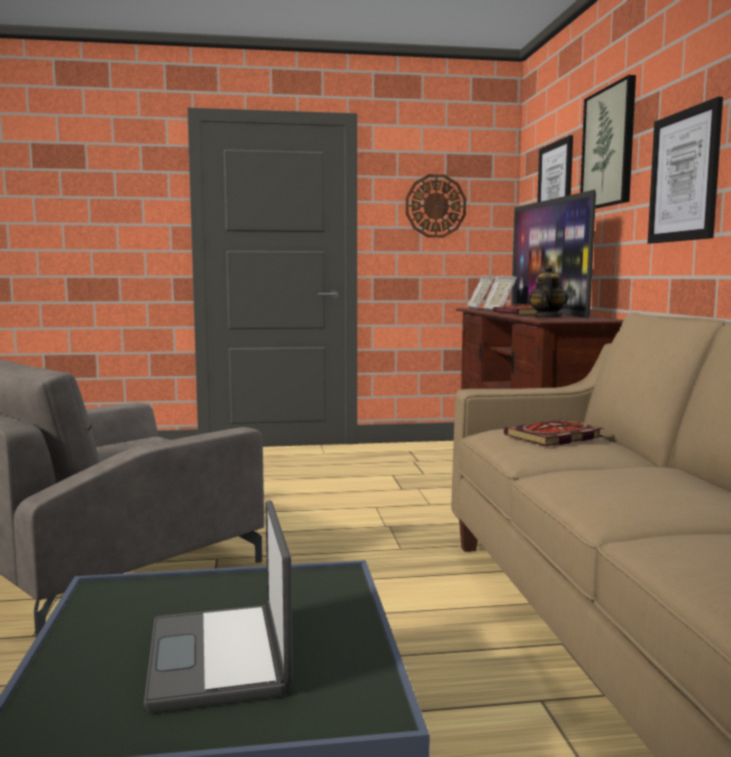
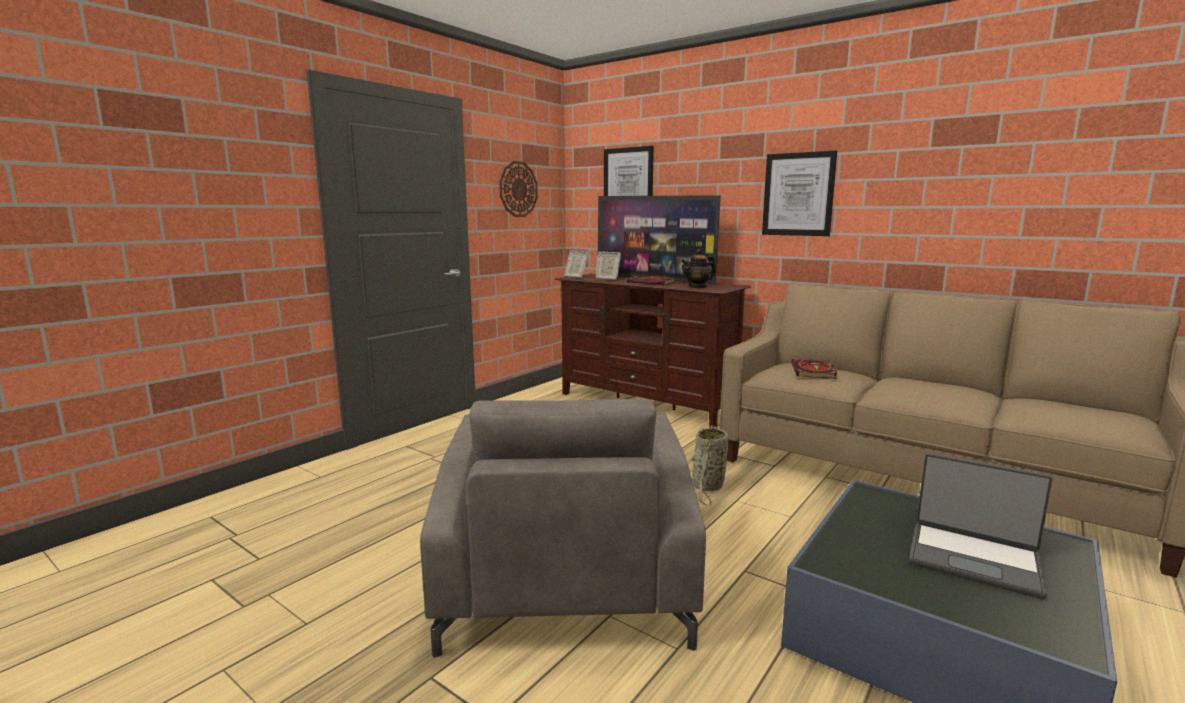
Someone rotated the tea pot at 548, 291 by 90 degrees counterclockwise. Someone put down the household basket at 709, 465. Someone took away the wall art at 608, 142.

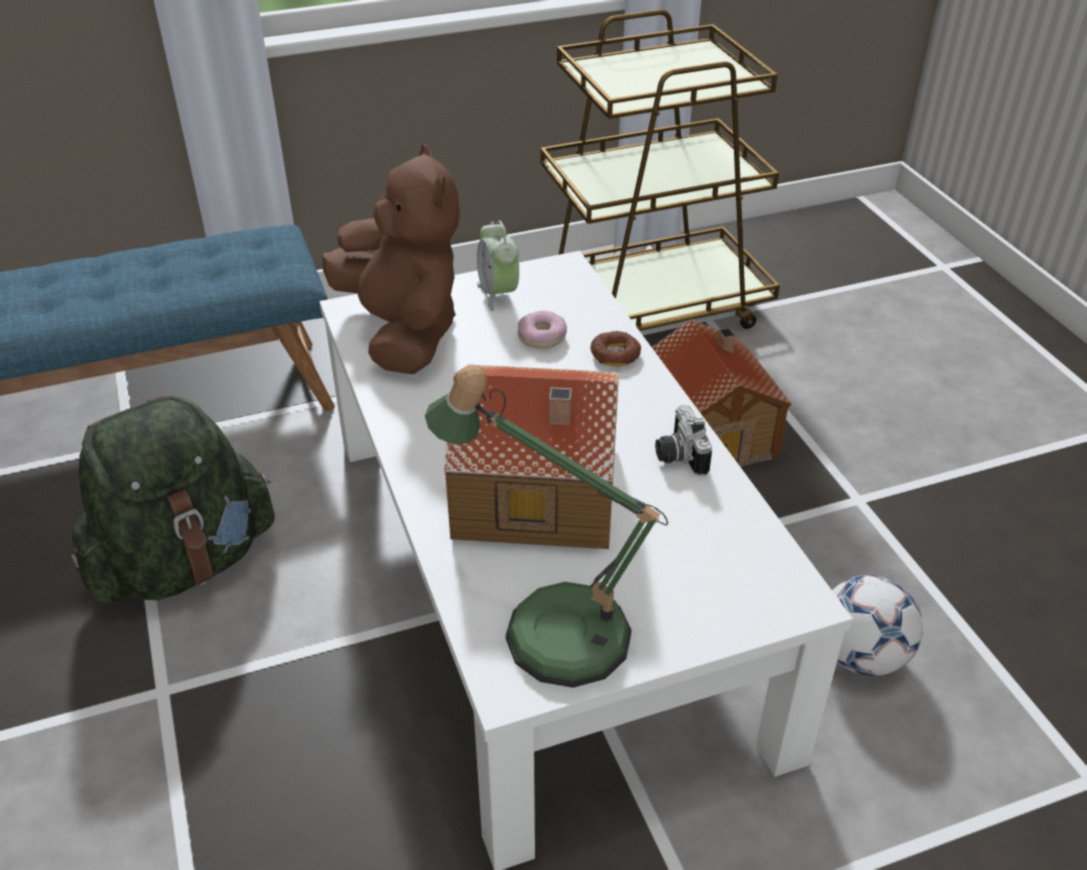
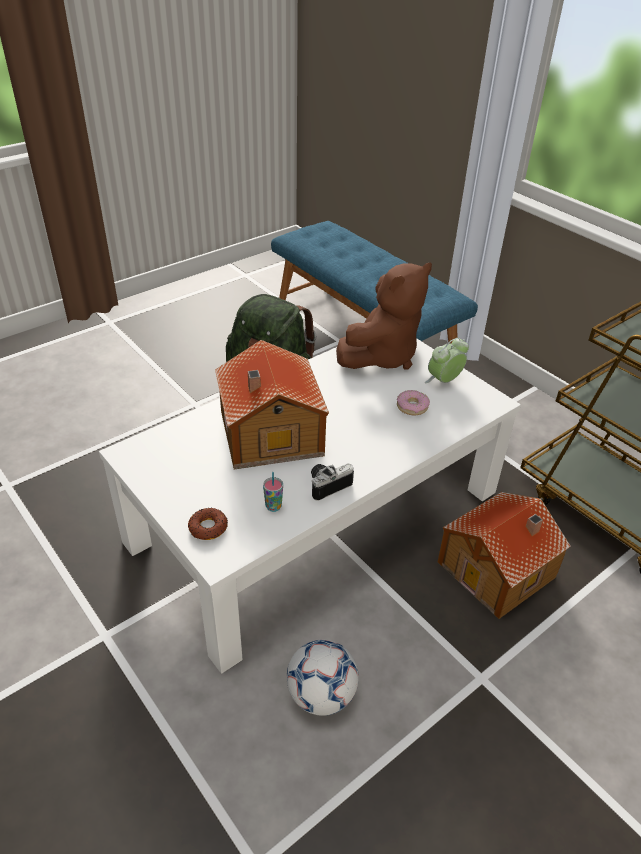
Someone carried the donut from 615, 348 to 208, 524. Someone put down the cup at 273, 492. Someone took away the lamp for a table at 546, 527.

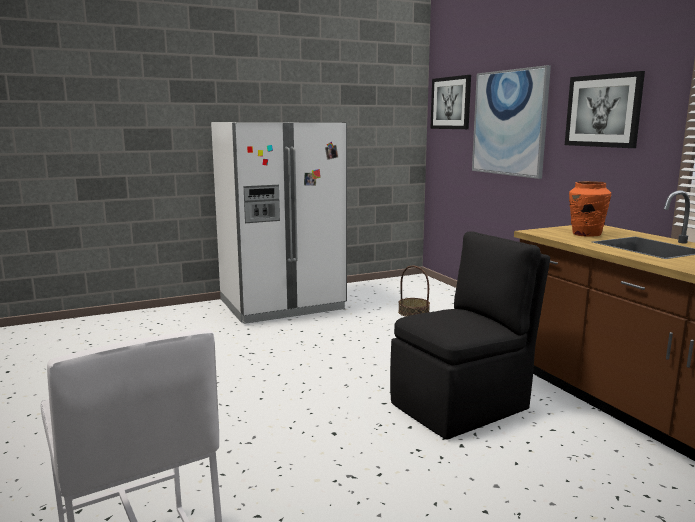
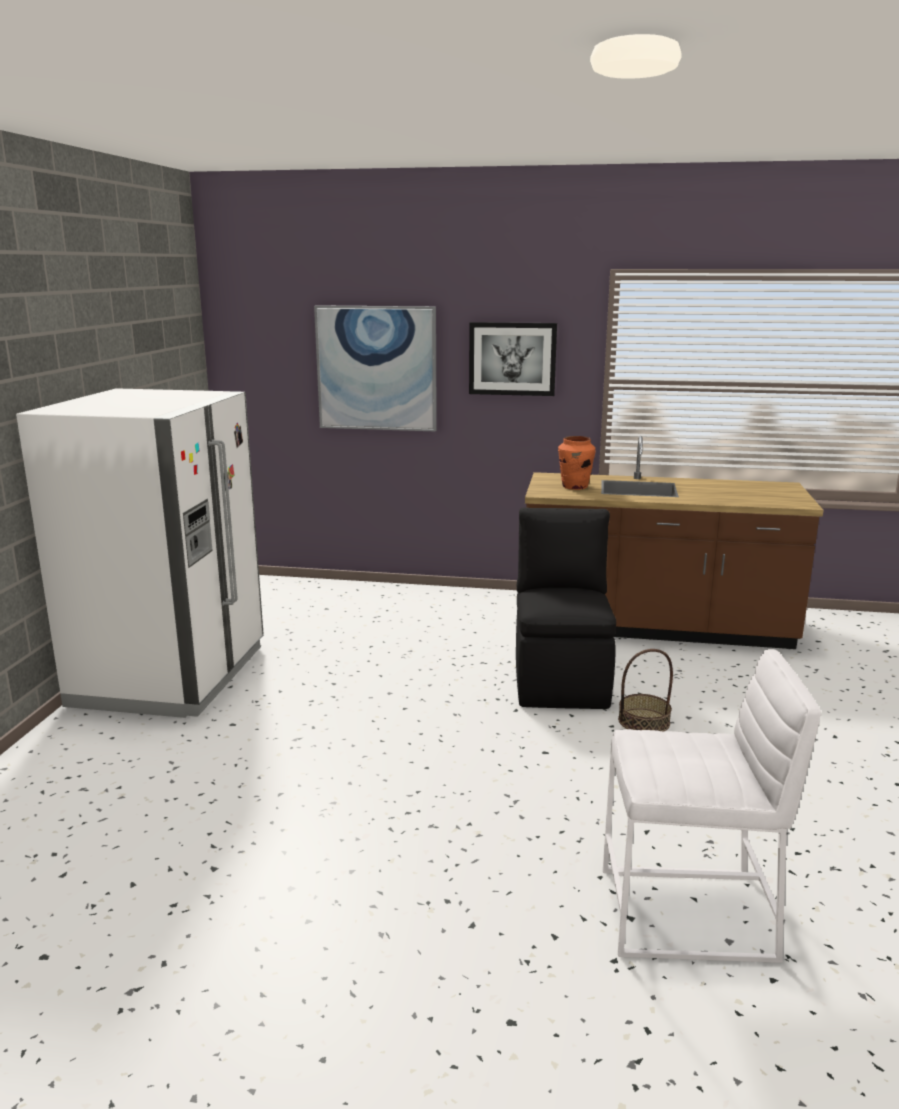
Someone carried the household basket from 414, 291 to 645, 690. Someone took away the wall art at 450, 102.

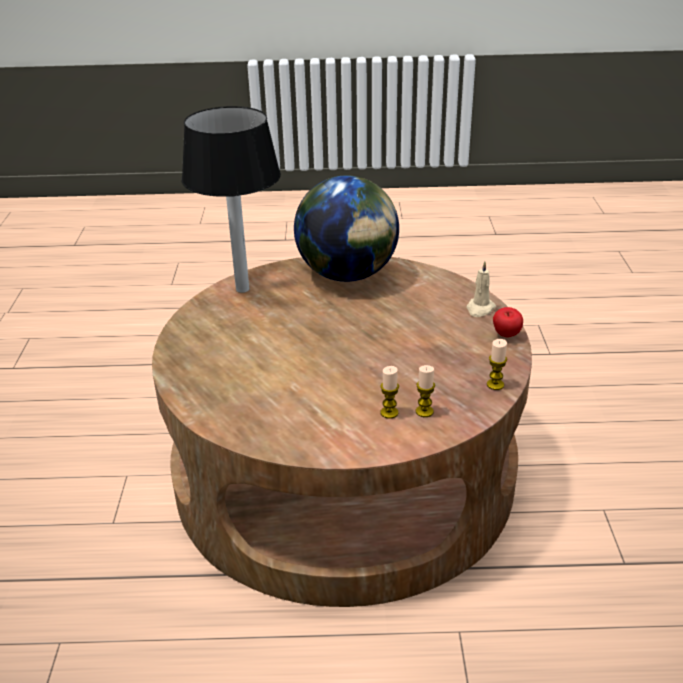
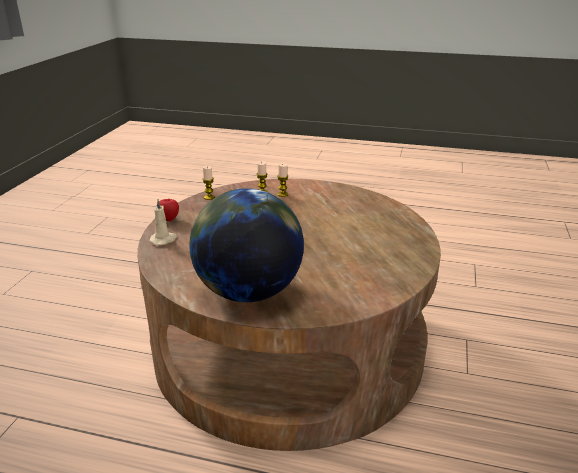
Someone took away the lamp for a table at 231, 199.

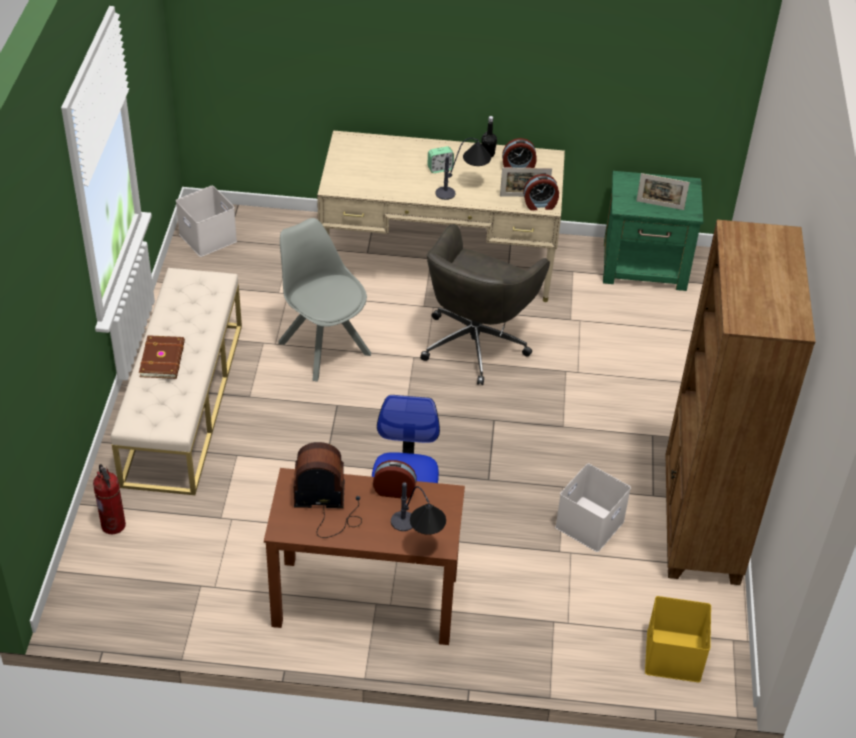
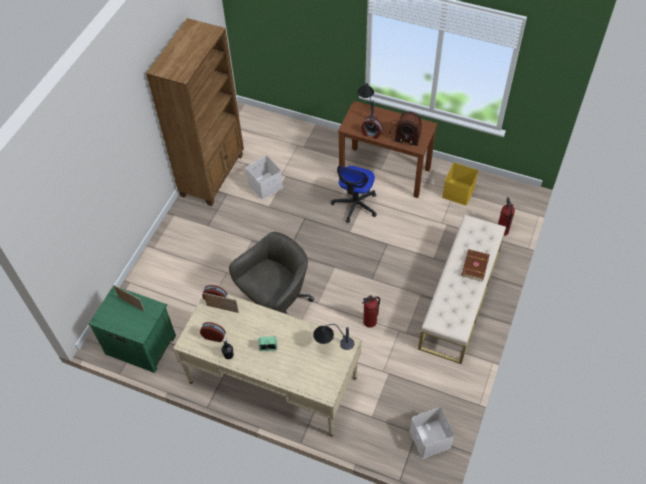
Someone carried the lamp for a table from 463, 169 to 333, 337. Someone swapped the gray chair at 324, 300 for the fire extinguisher at 371, 311. Someone carried the yellow storage bin from 678, 639 to 460, 184.

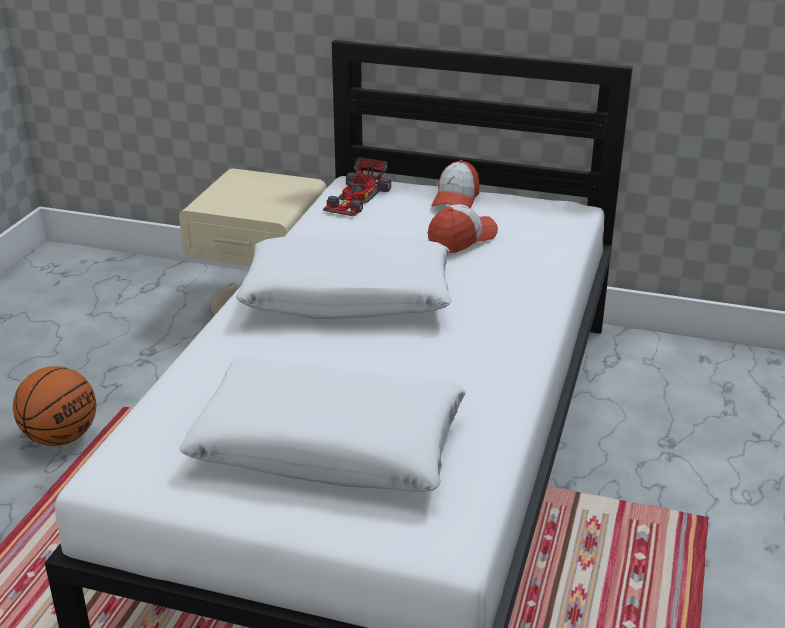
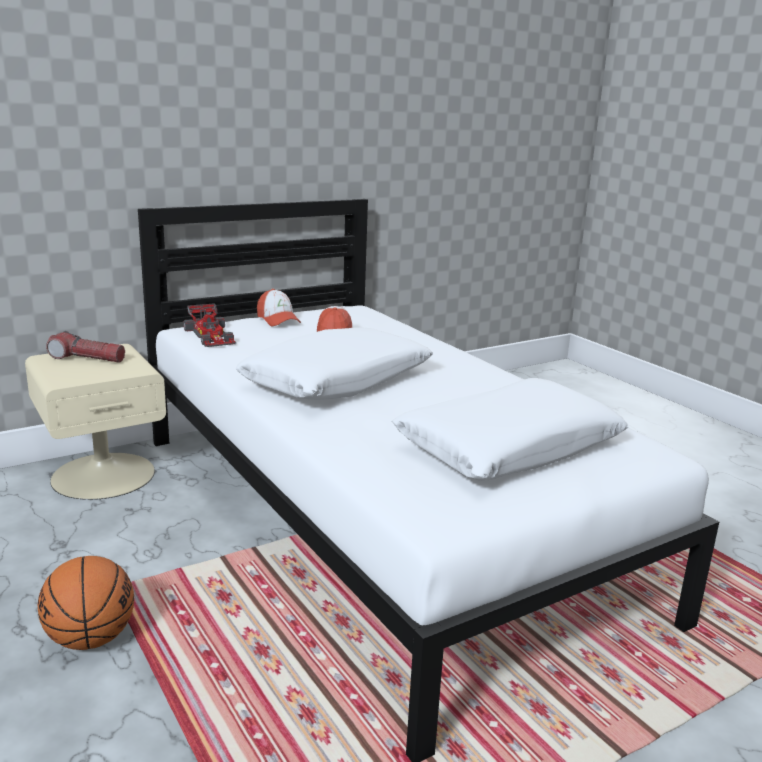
Someone put down the hand torch at 85, 347.

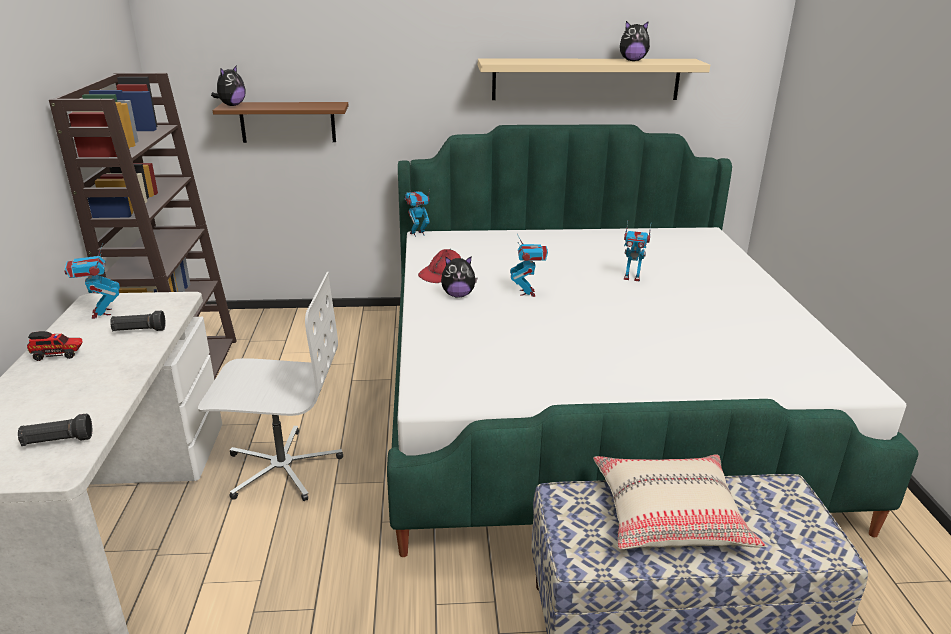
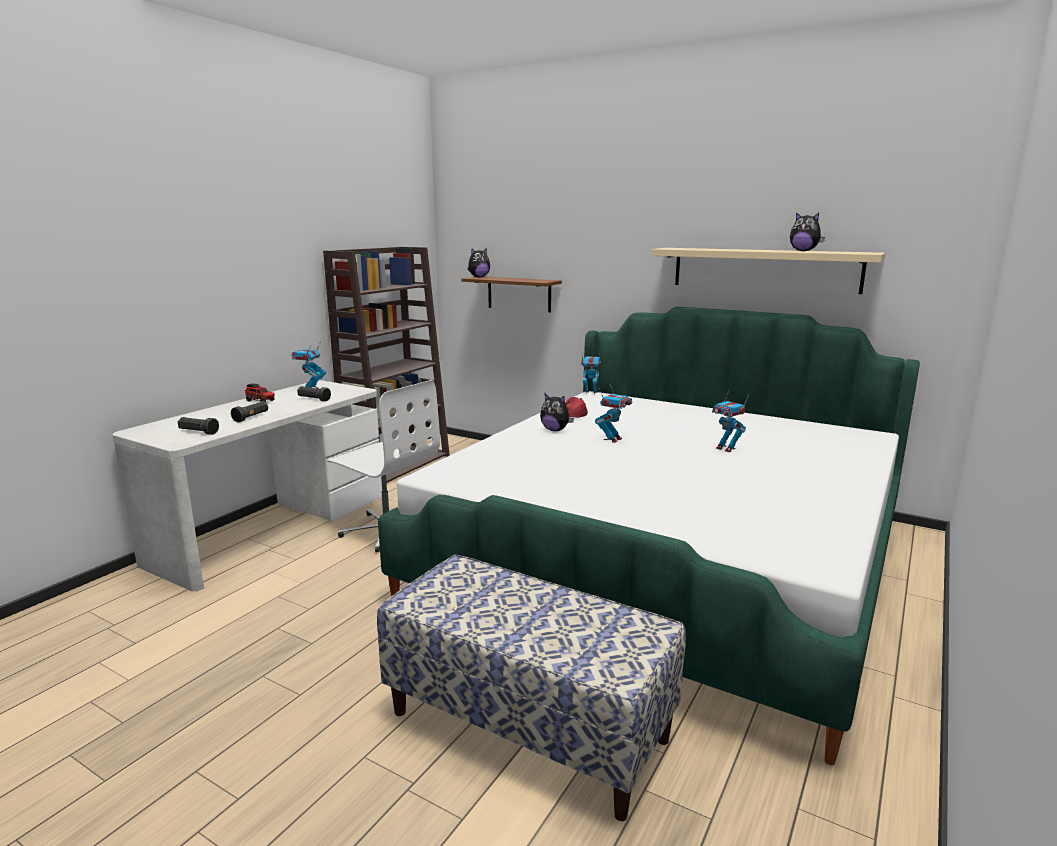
Someone put down the black hand torch at 249, 411. Someone took away the sand-coloured throw pillow at 679, 502.

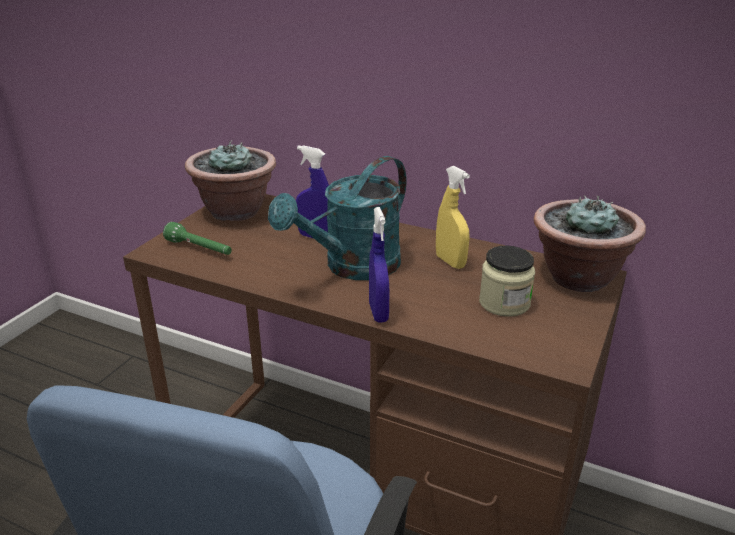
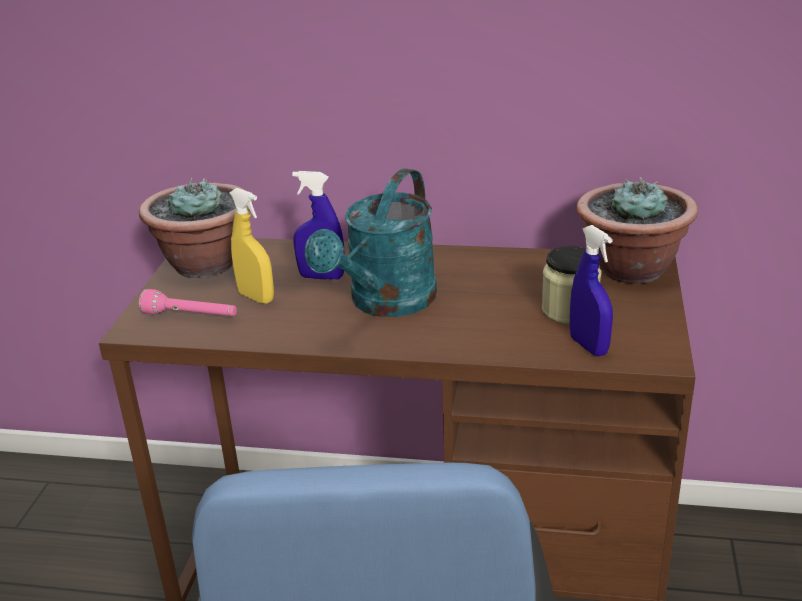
Someone repainted the greenish hand torch at 197, 238, which became the pink hand torch at 188, 302. Someone carried the yellow hand sprayer from 453, 217 to 252, 246. Someone carried the bluish hand sprayer from 379, 264 to 591, 290.

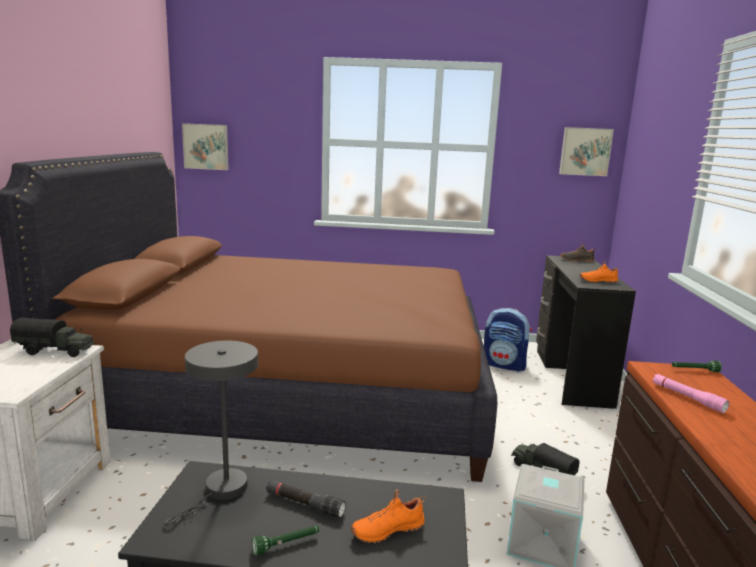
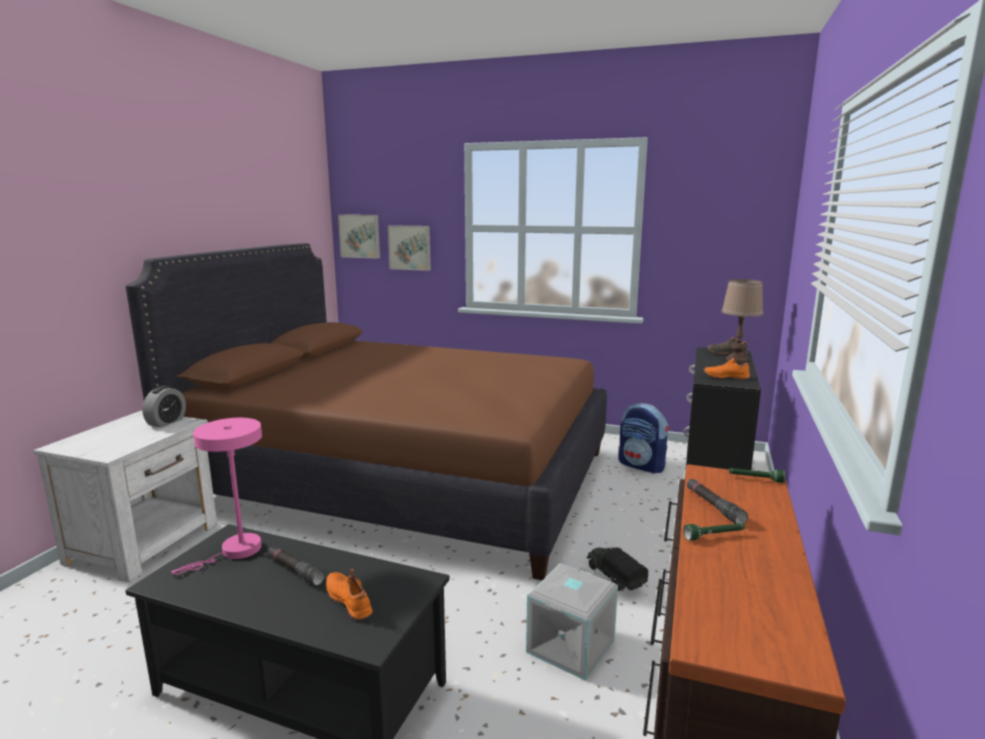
Someone swapped the toy lorry at 52, 337 for the table clock at 164, 407. Someone repainted the gray lamp for a table at 211, 433, which became the pink lamp for a table at 216, 496. Someone rotated the orange item of footwear at 388, 516 by 60 degrees clockwise. Someone carried the wall art from 586, 151 to 409, 248. Someone carried the greenish hand torch from 285, 540 to 714, 531. Someone repainted the pink hand torch at 691, 393, which became the black hand torch at 717, 501. Someone put down the brown lamp for a table at 742, 321.

